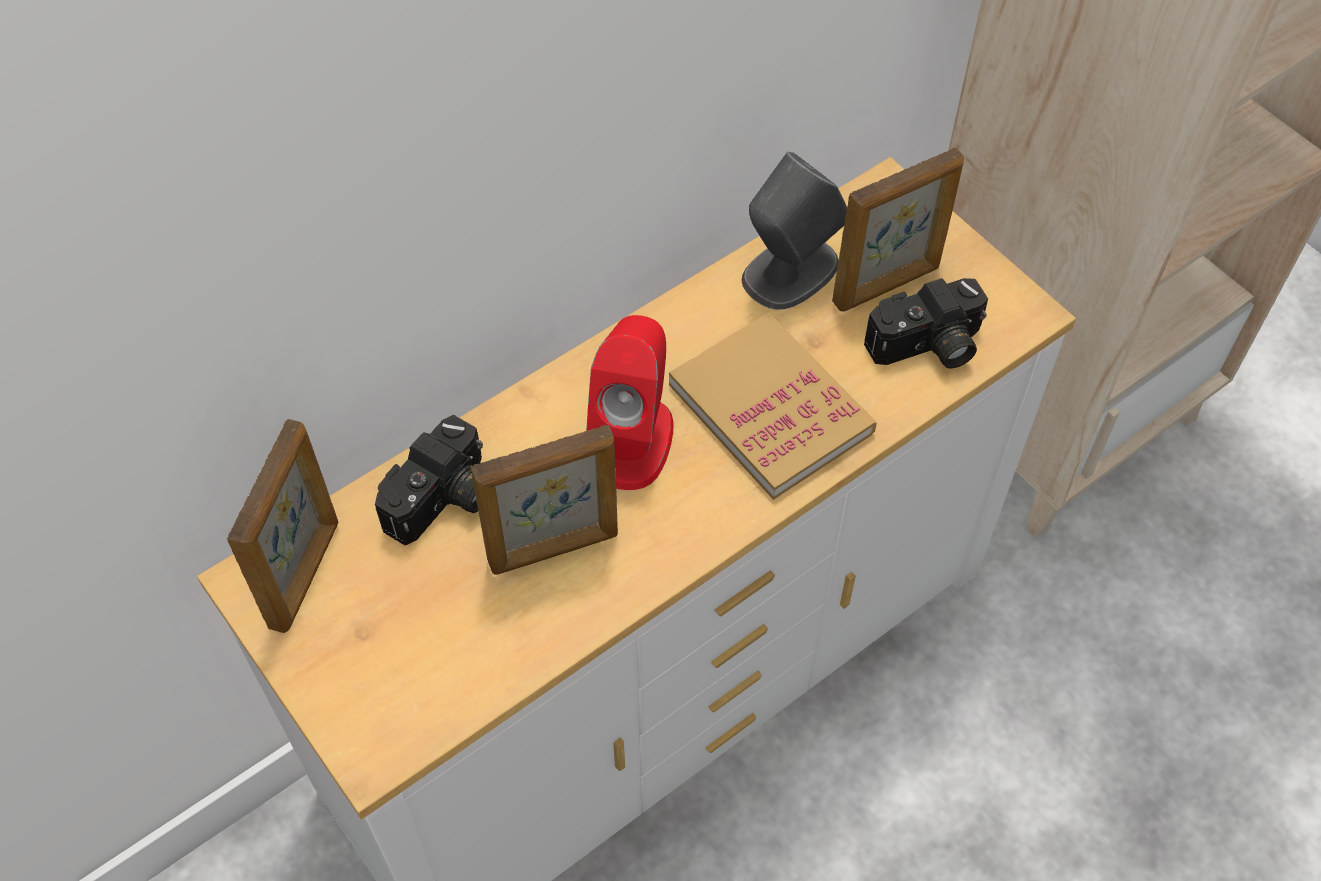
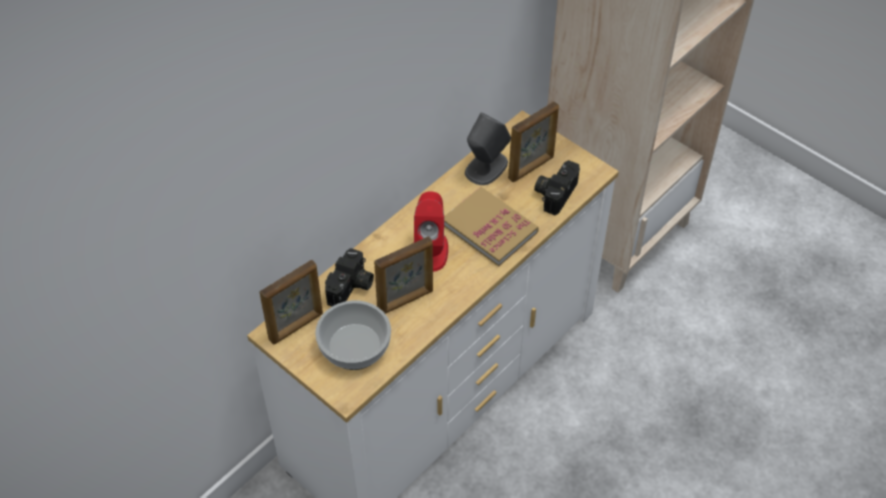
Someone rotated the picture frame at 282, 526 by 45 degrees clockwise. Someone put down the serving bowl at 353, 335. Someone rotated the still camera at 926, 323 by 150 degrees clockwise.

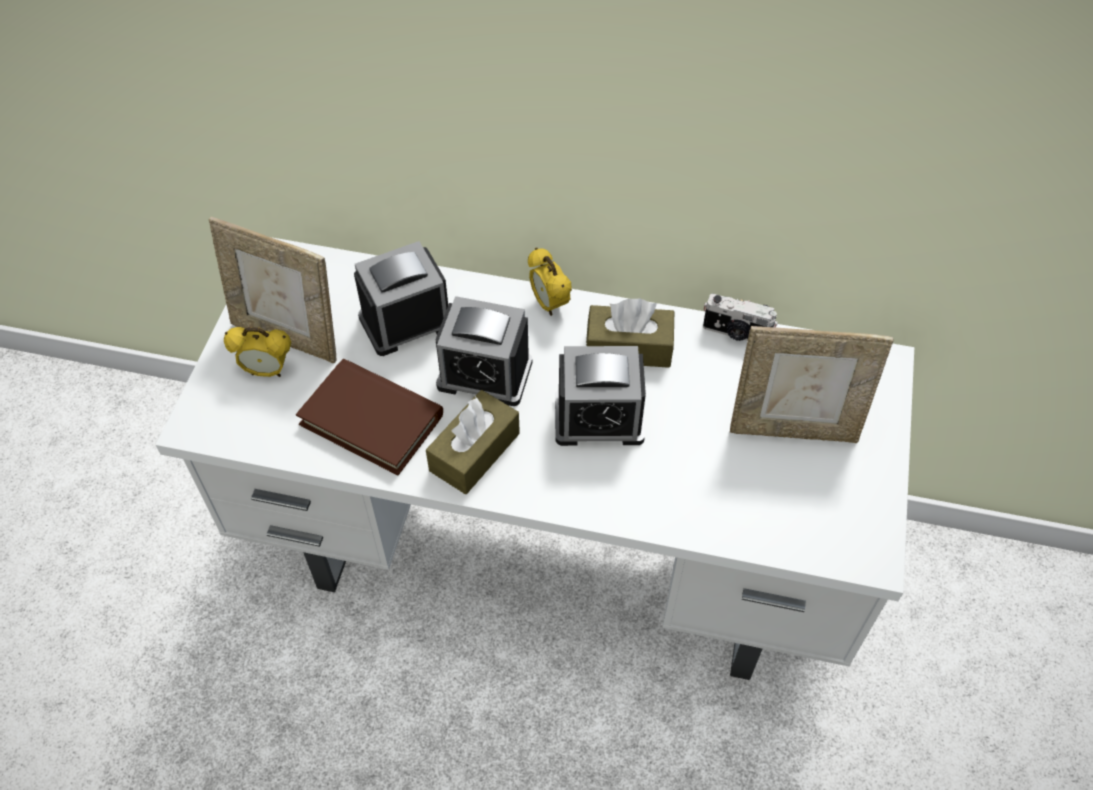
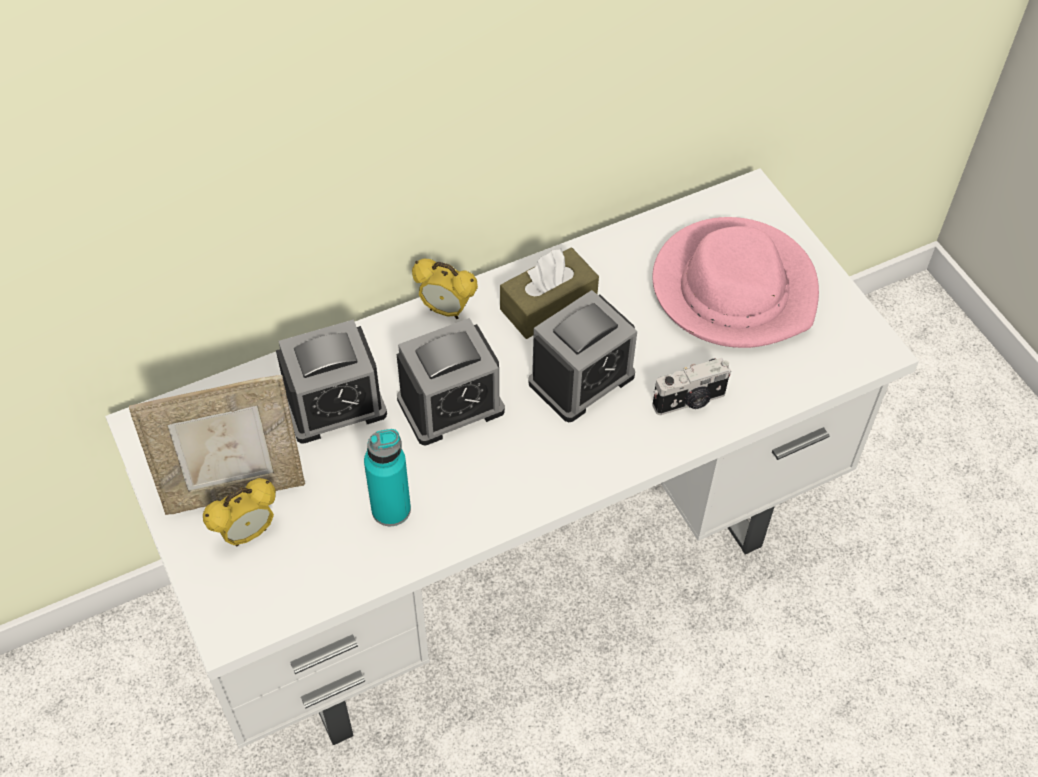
Someone rotated the table clock at 401, 298 by 135 degrees counterclockwise. Someone swapped the brown book at 369, 417 for the turquoise bottle at 387, 477. Someone carried the still camera from 740, 317 to 691, 386. Someone swapped the picture frame at 812, 384 for the pink wearable hat at 736, 282. Someone took away the brown tissue box at 473, 442.

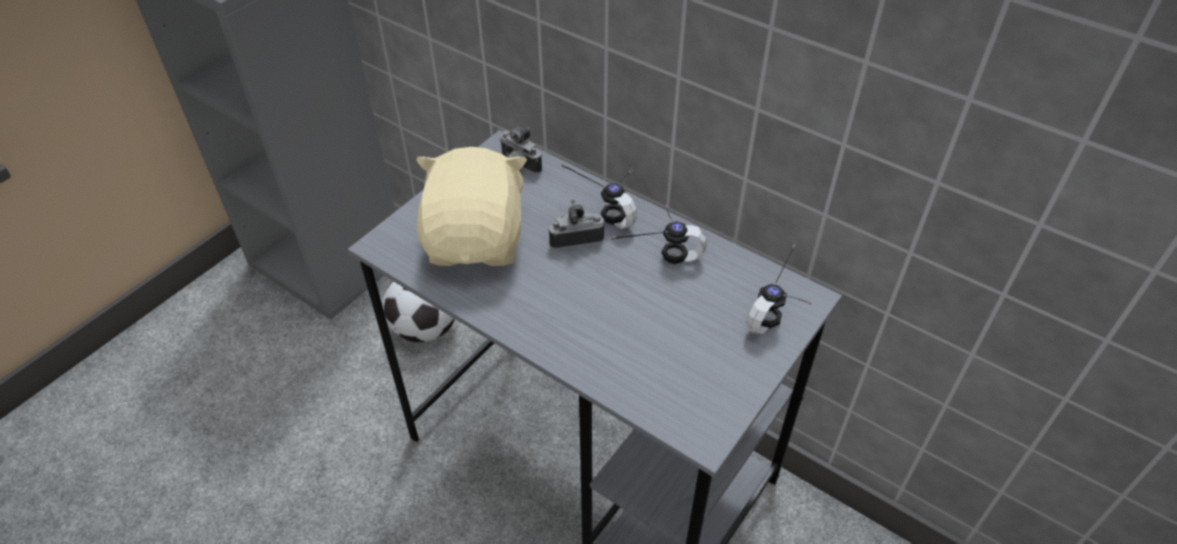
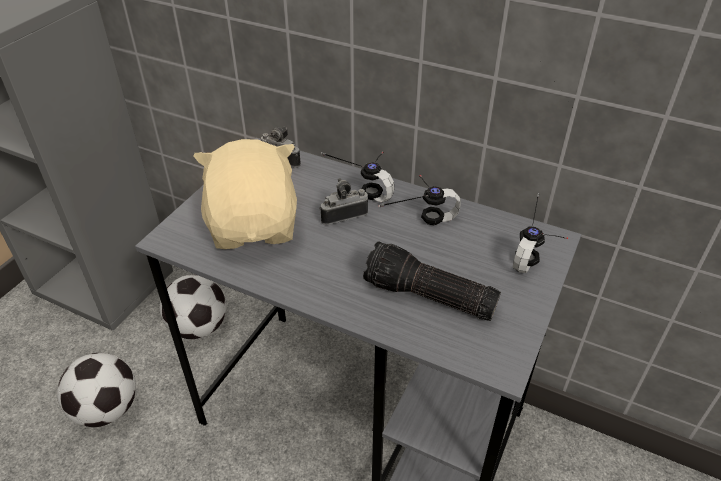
Someone put down the ball for football at 96, 390. Someone put down the hand torch at 432, 281.

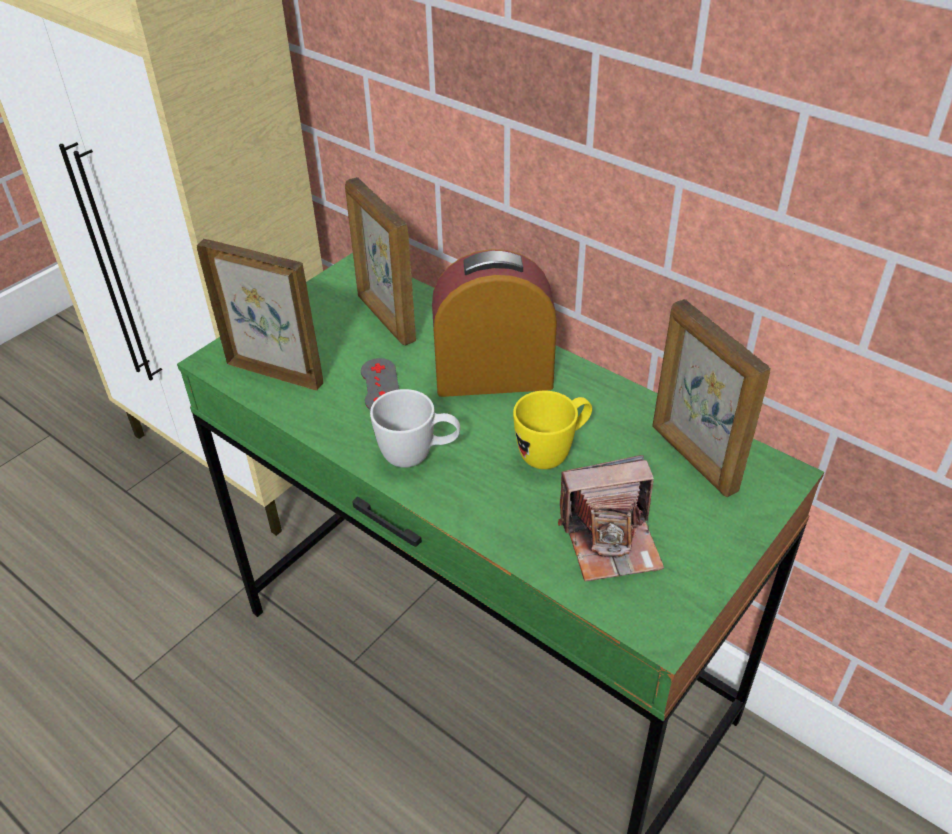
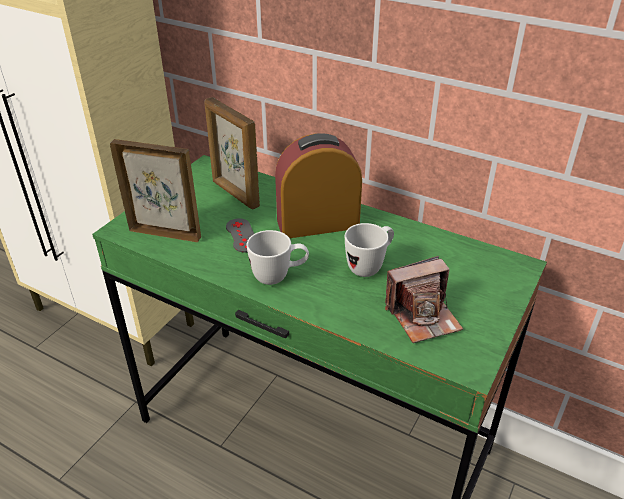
Someone repainted the yellow coffee mug at 552, 430, which became the white-coloured coffee mug at 369, 250. Someone took away the picture frame at 711, 398.

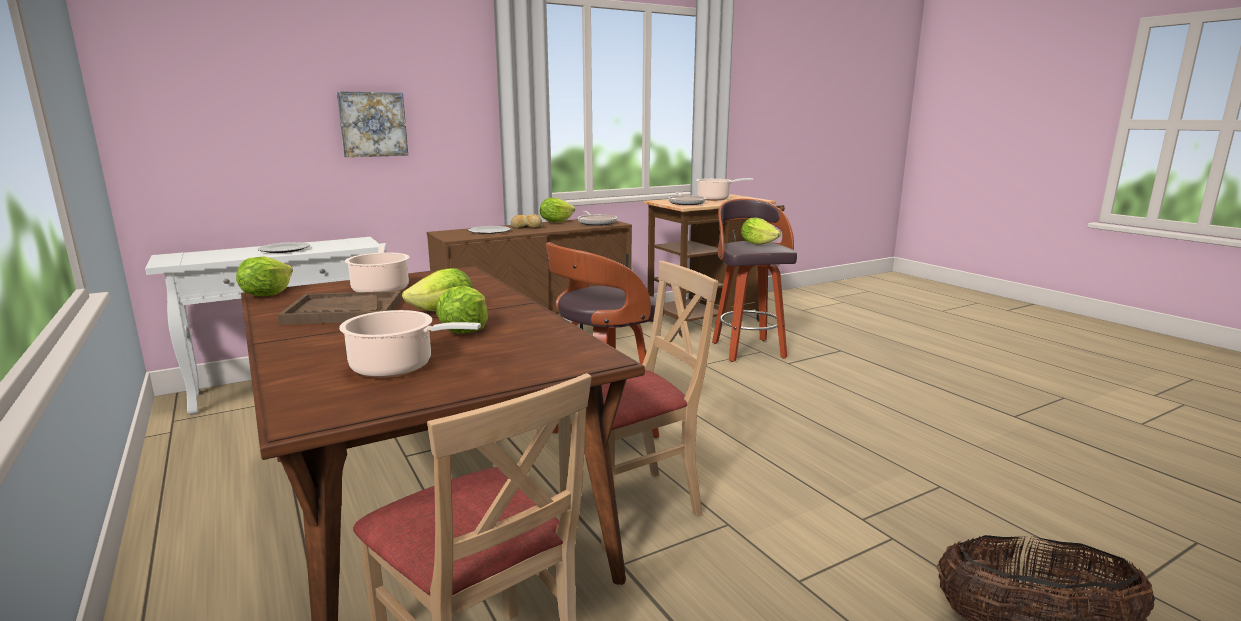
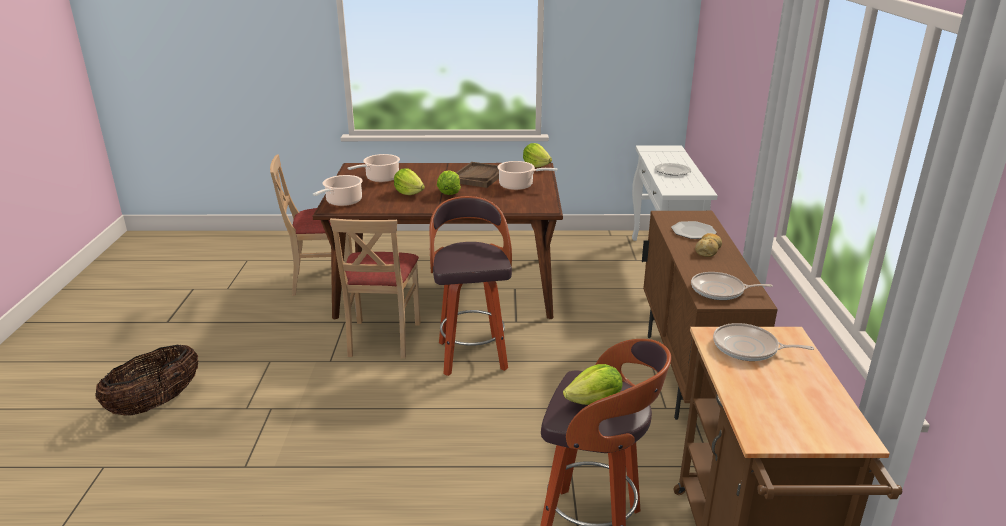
Someone carried the saucepot from 724, 189 to 338, 190. Someone took away the wall art at 372, 124. Someone took away the head of lettuce at 557, 210.

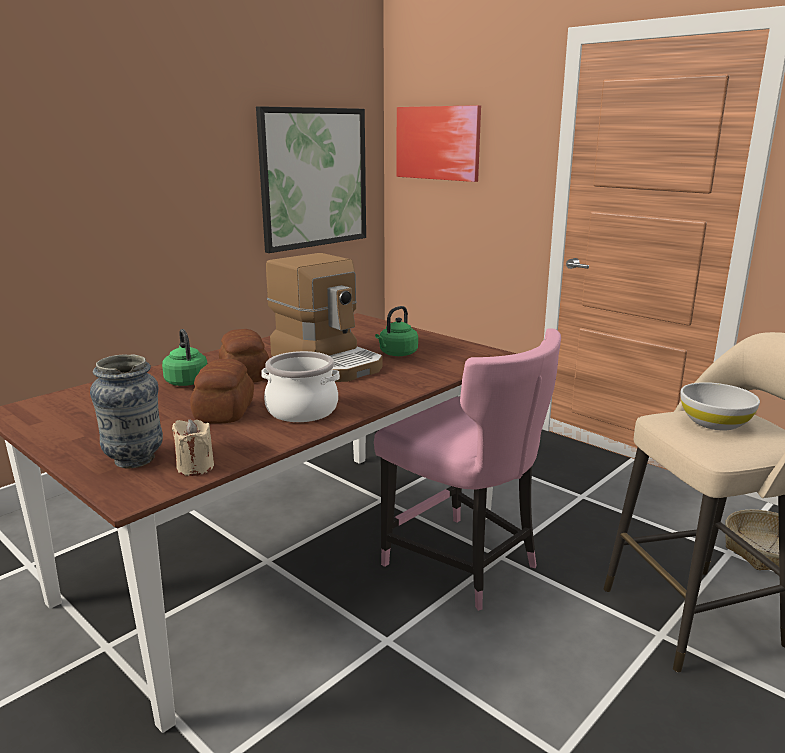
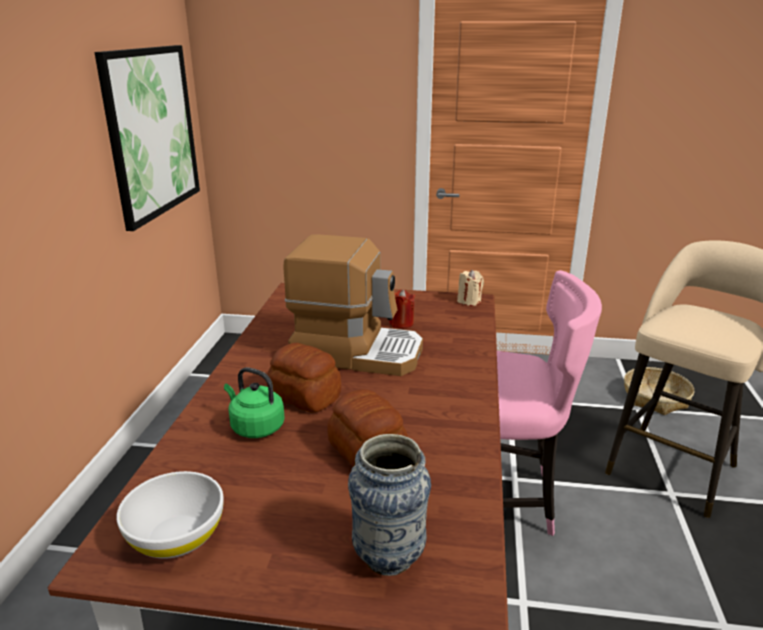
Someone carried the white-coloured serving bowl from 720, 406 to 170, 515. Someone swapped the greenish water kettle at 396, 331 for the red-coloured candle at 402, 309. Someone carried the sand-coloured candle from 193, 447 to 470, 288. Someone took away the saucepot at 300, 386. Someone took away the wall art at 439, 143.

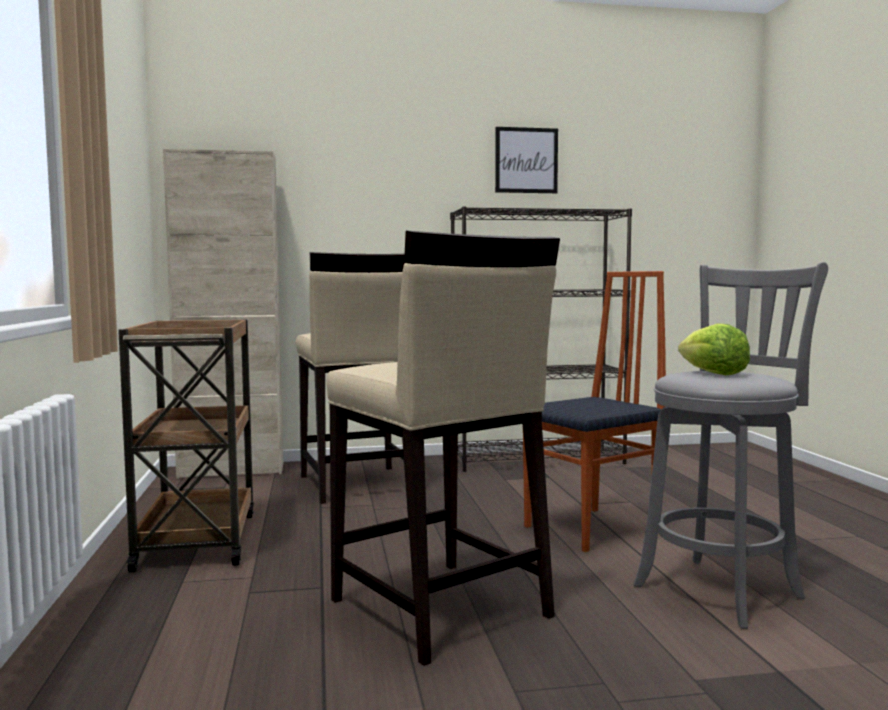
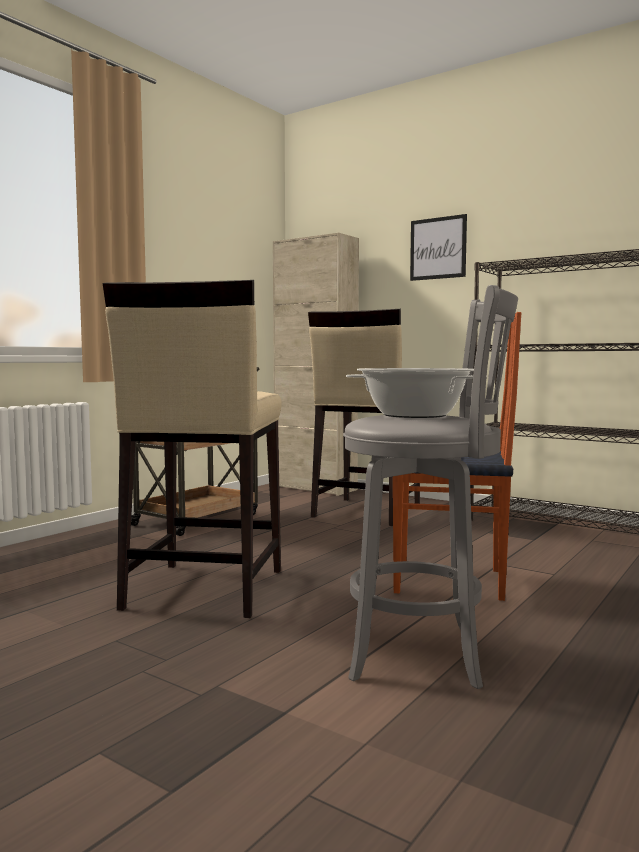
Someone swapped the head of lettuce at 714, 349 for the saucepot at 416, 393. Someone carried the wall art from 526, 160 to 438, 247.

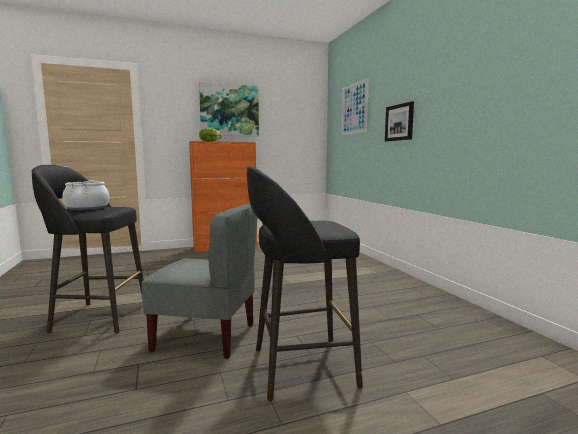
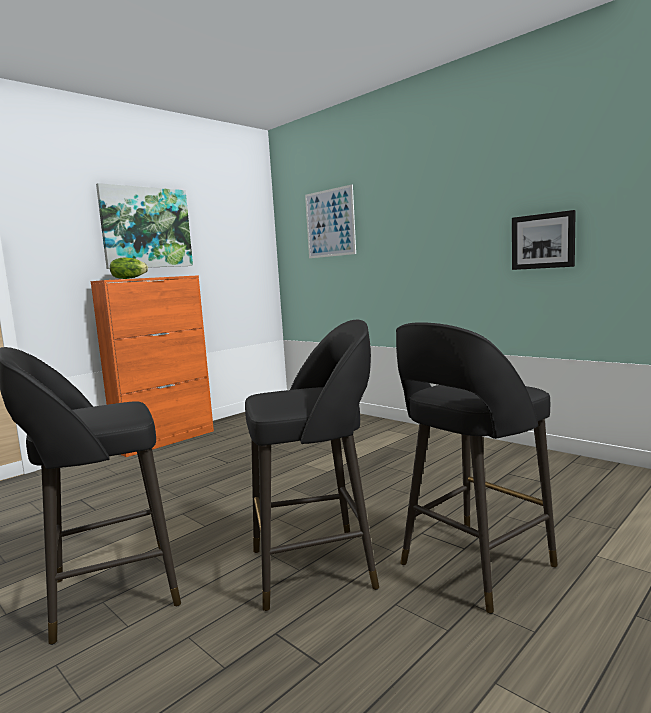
Someone swapped the gray chair at 200, 281 for the black sitting stool at 312, 465. Someone carried the wall art from 399, 121 to 544, 240. Someone took away the saucepot at 85, 195.

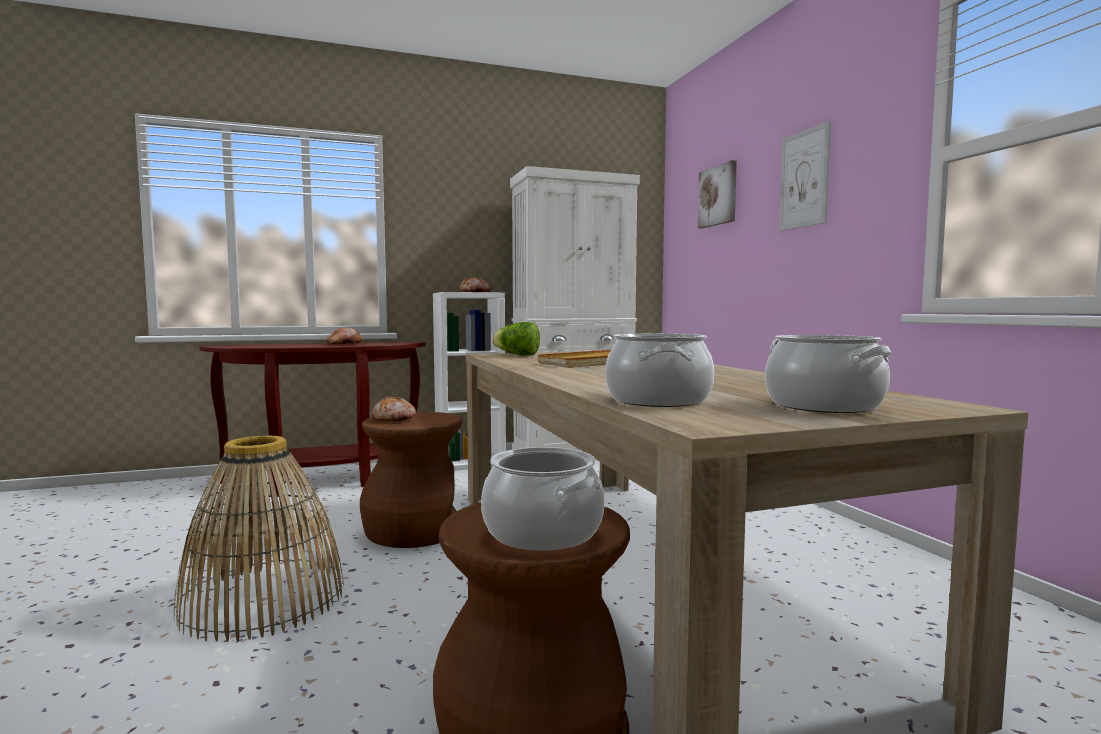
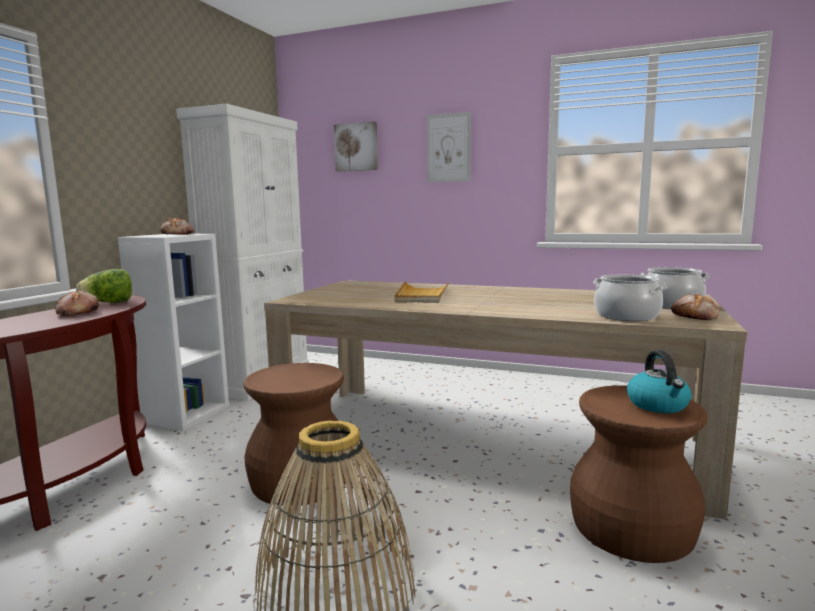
Someone carried the head of lettuce from 516, 339 to 104, 286. Someone swapped the saucepot at 543, 499 for the water kettle at 659, 381. Someone carried the bakery bread from 394, 408 to 695, 307.

